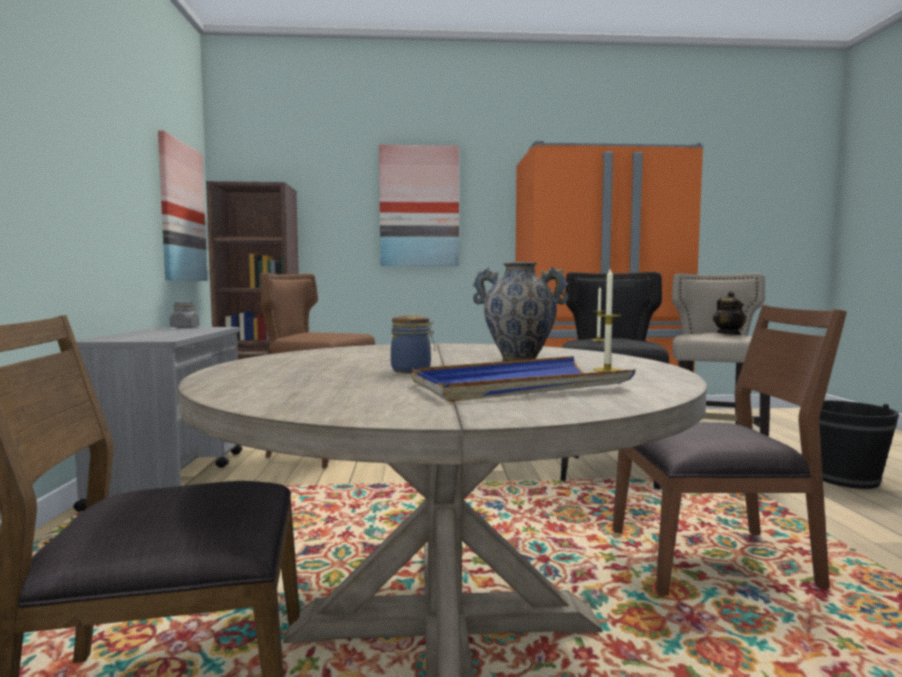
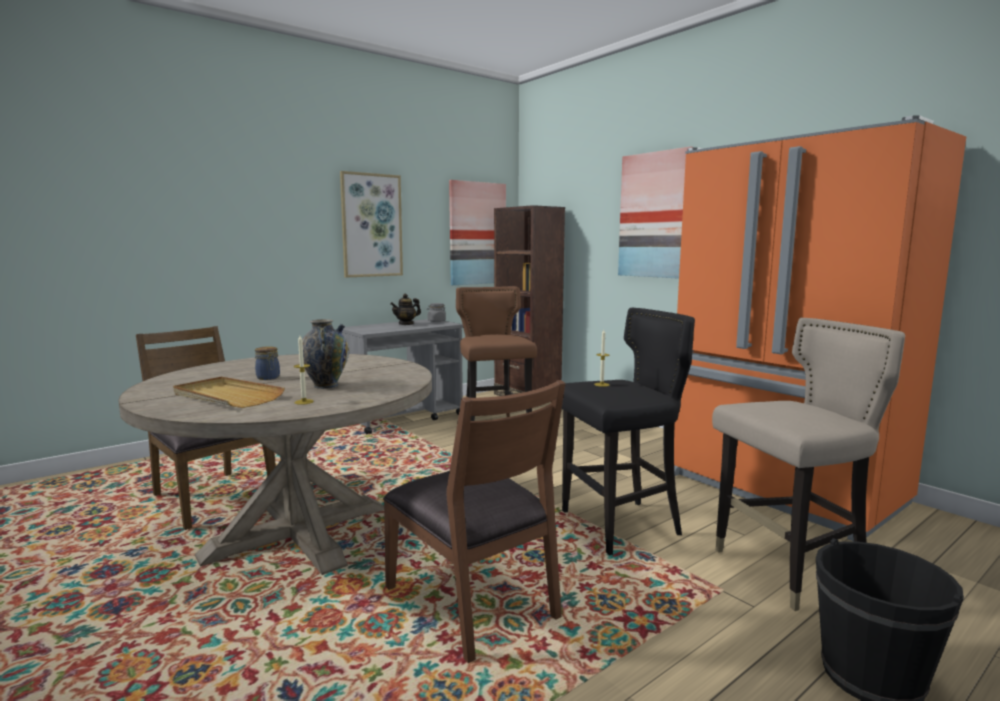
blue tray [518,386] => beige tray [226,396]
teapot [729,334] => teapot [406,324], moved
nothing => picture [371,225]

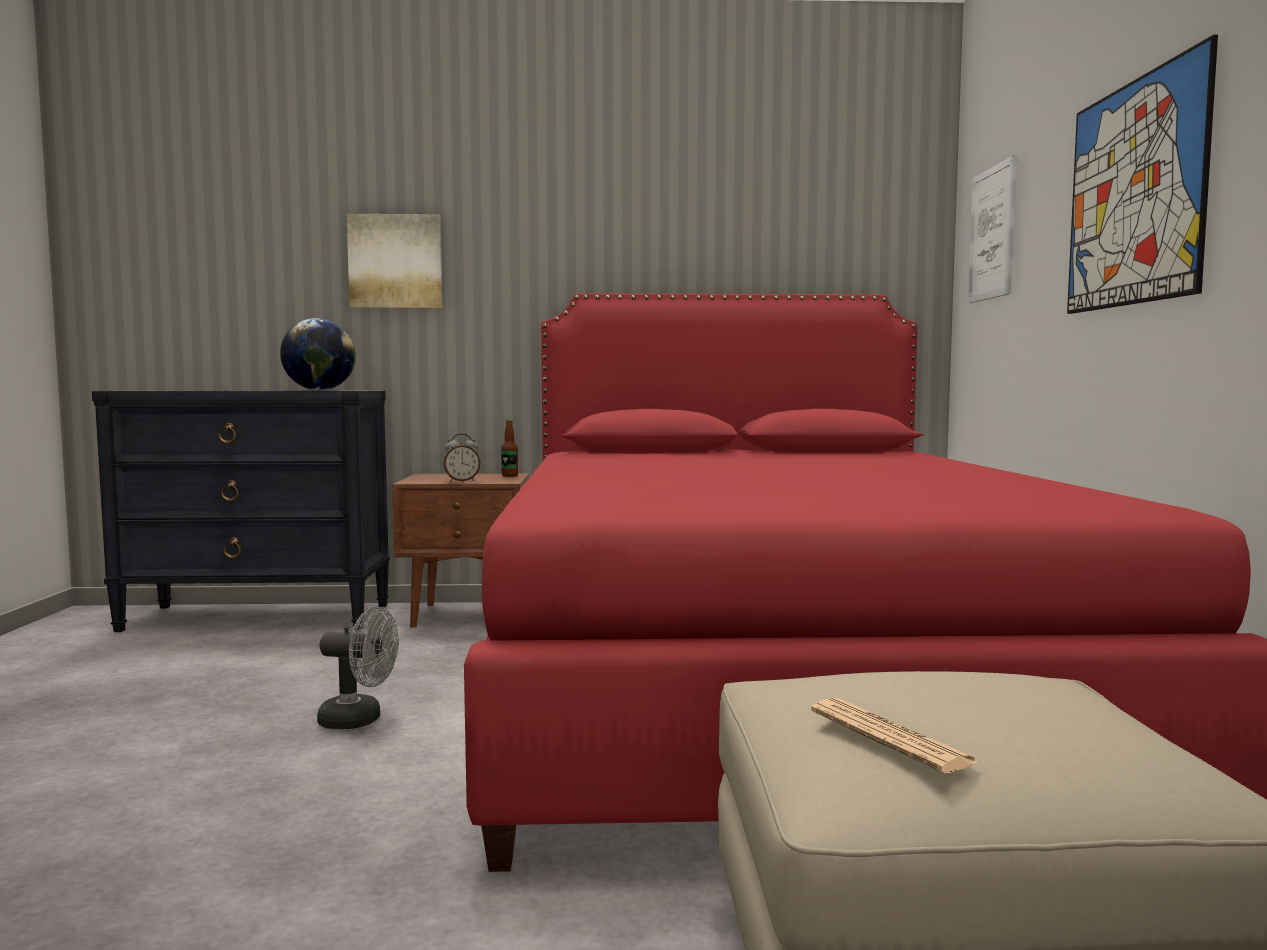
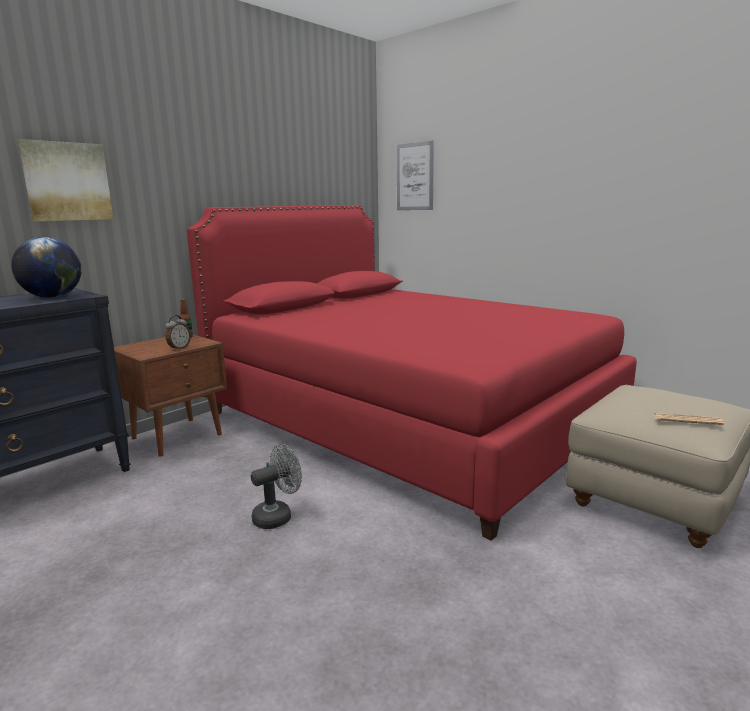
picture [1134,193] => nothing

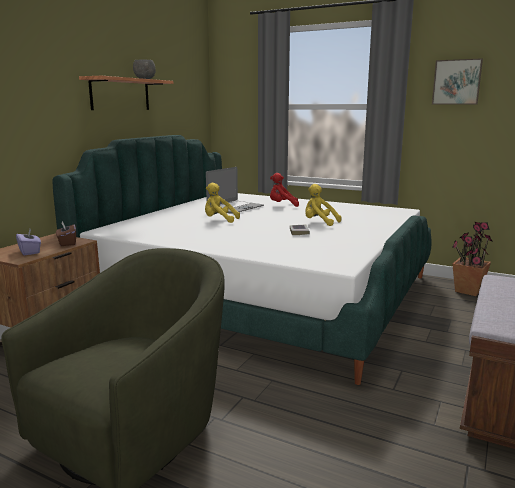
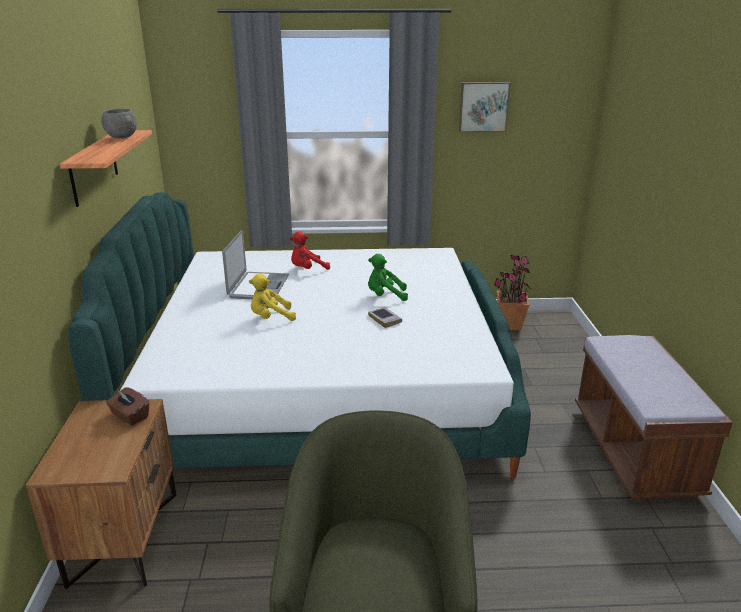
purple tissue box [30,251] => nothing
yellow plush toy [319,223] => green plush toy [385,296]

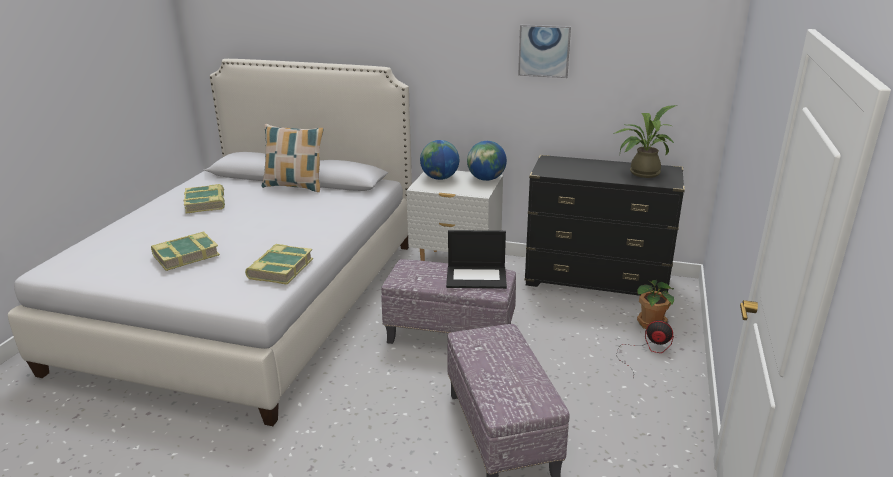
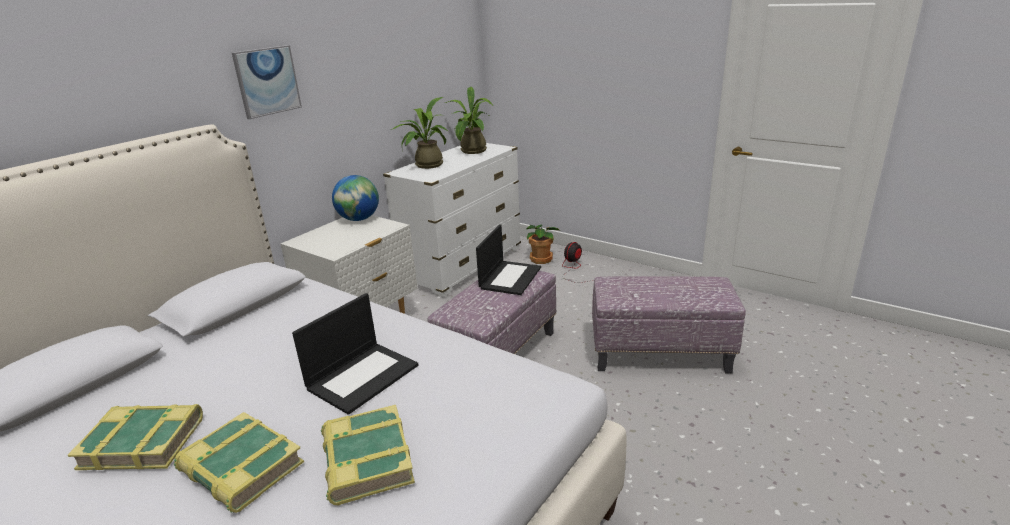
book [280,269] => book [240,469], moved
pillow [295,186] => nothing
globe [439,178] => nothing
picture [544,51] => picture [267,81], moved
black dresser [596,281] => white dresser [463,265]
nothing => laptop [363,376]
nothing => potted plant [425,165]

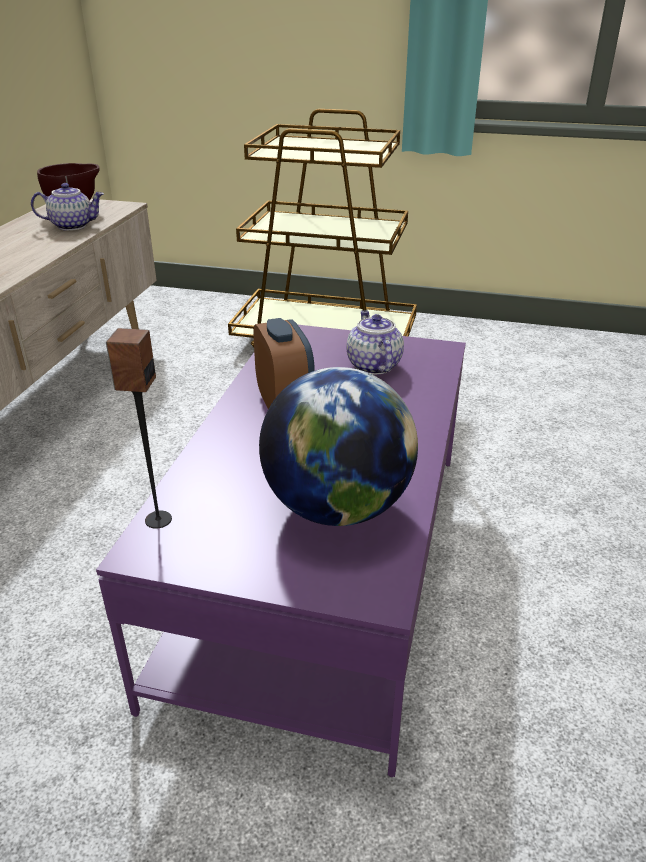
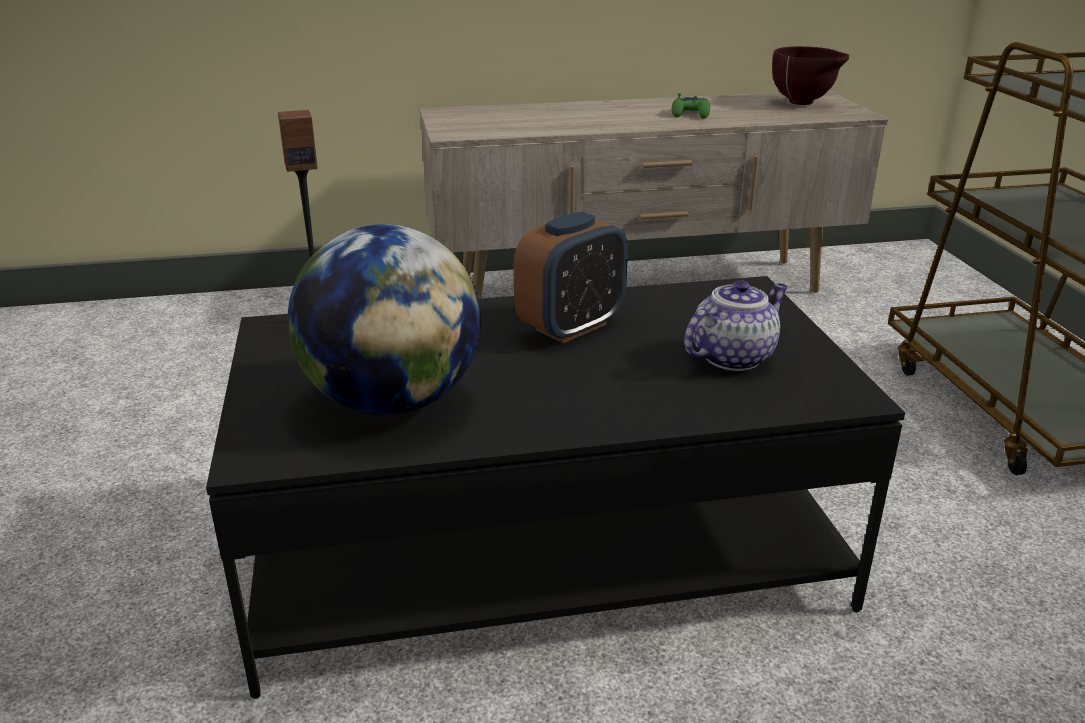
teapot [73,226] => nothing
purple coffee table [322,564] => black coffee table [543,549]
nothing => green game controller [690,114]

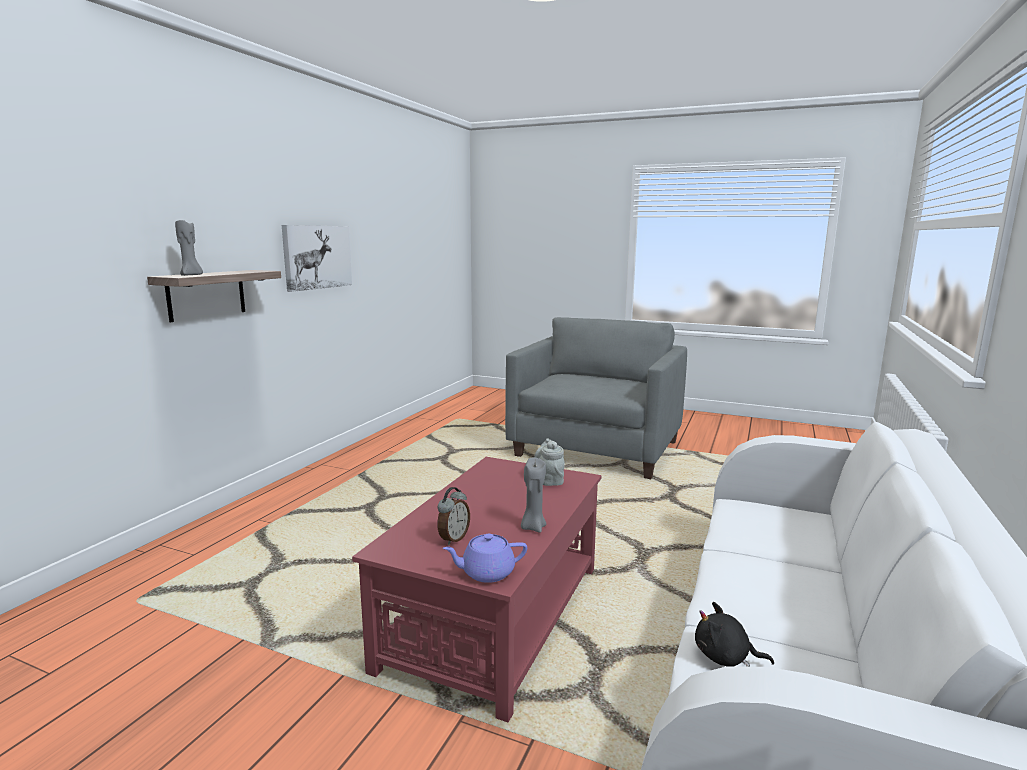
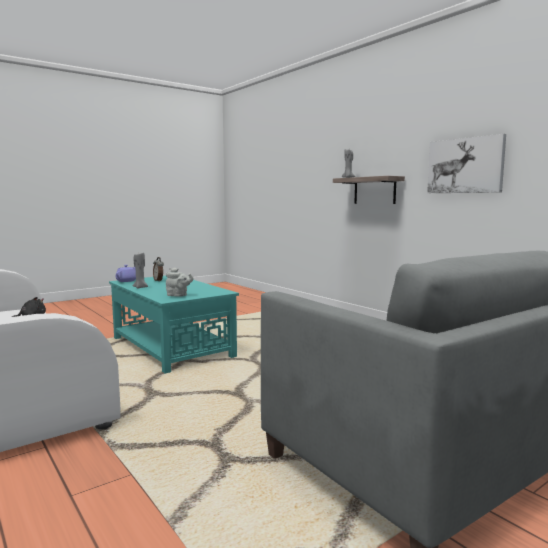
red coffee table [494,616] => turquoise coffee table [171,347]

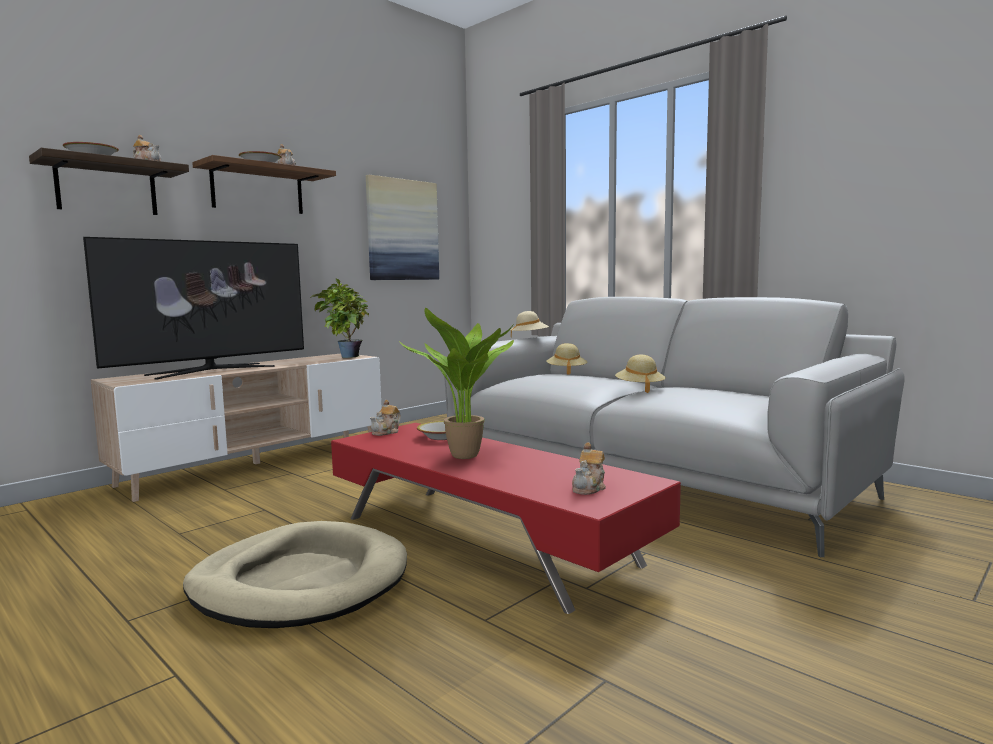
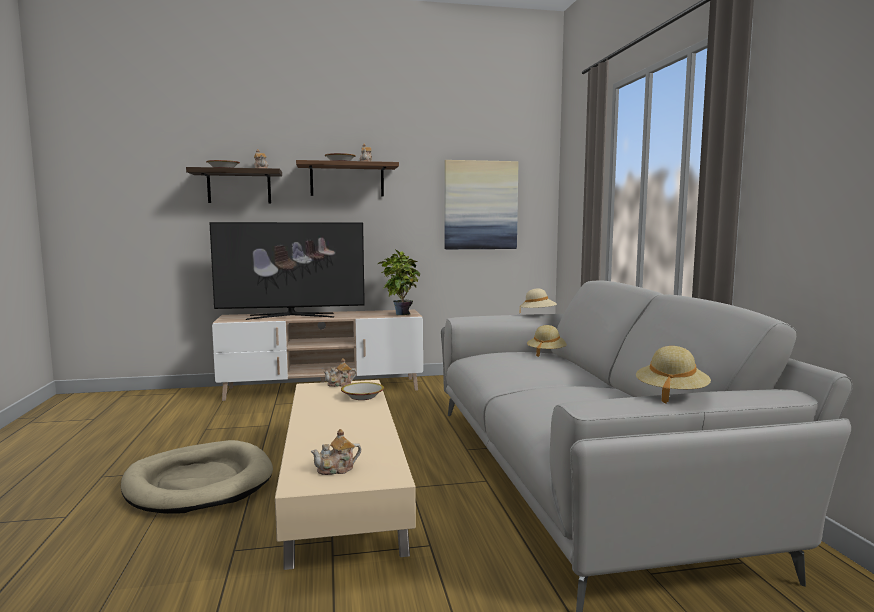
red coffee table [486,539] => beige coffee table [344,491]
potted plant [468,457] => nothing
beige hat [639,388] => beige hat [671,394], moved

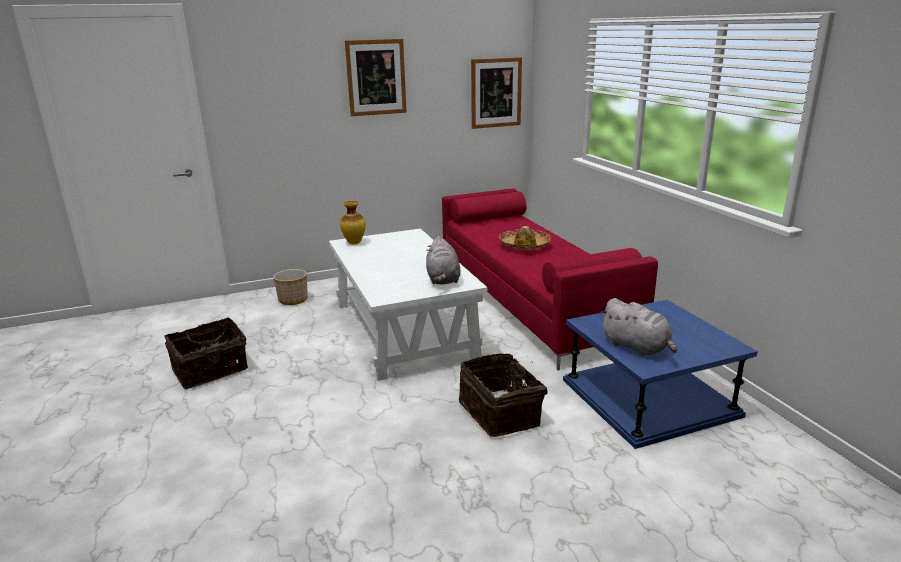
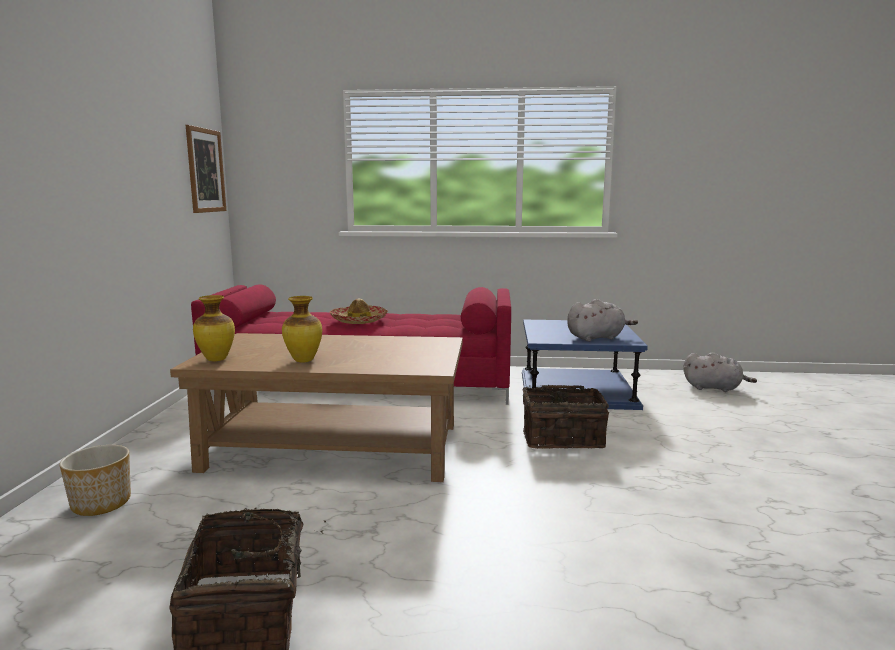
white coffee table [404,329] => brown coffee table [336,446]
picture [376,77] => nothing
grey plush toy [443,279] => grey plush toy [714,388], moved
nothing => vase [304,360]

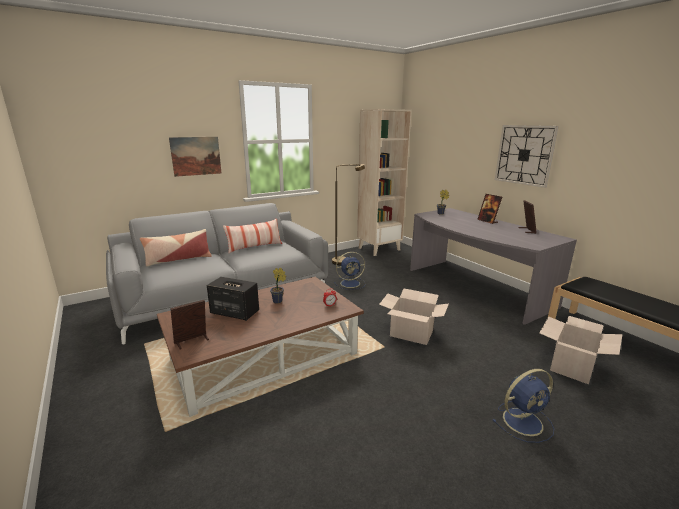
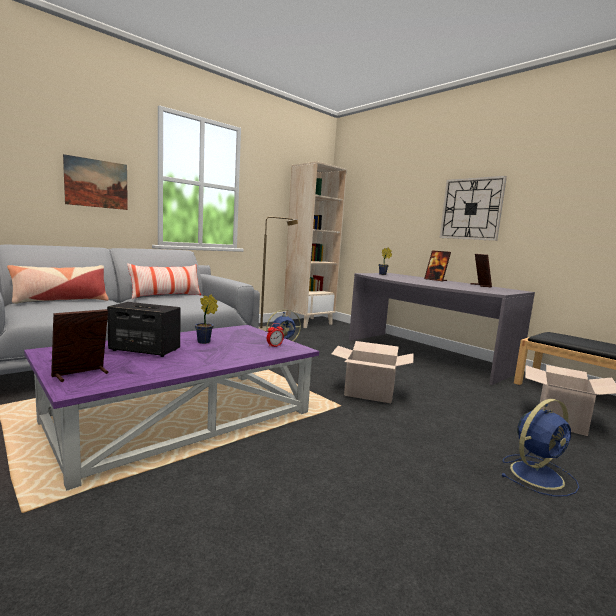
brown coffee table [265,355] => purple coffee table [183,416]

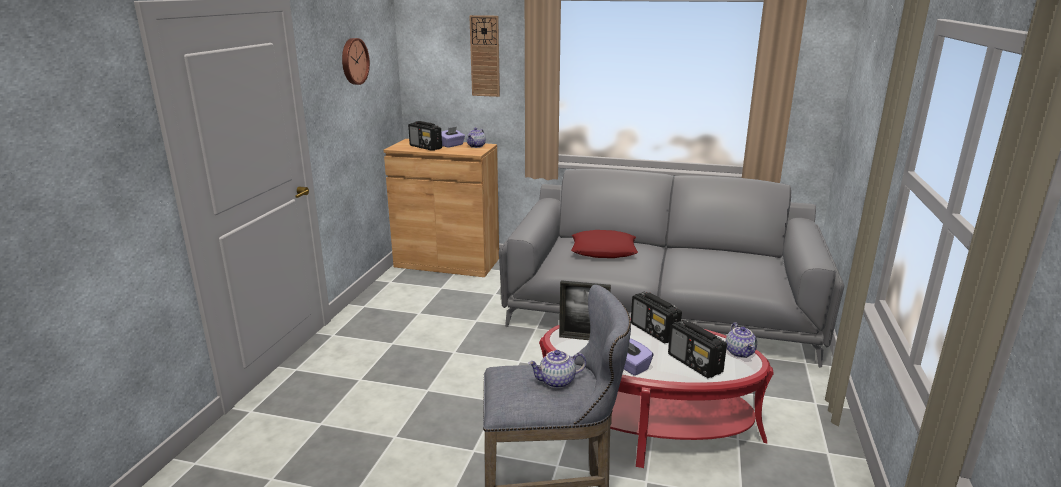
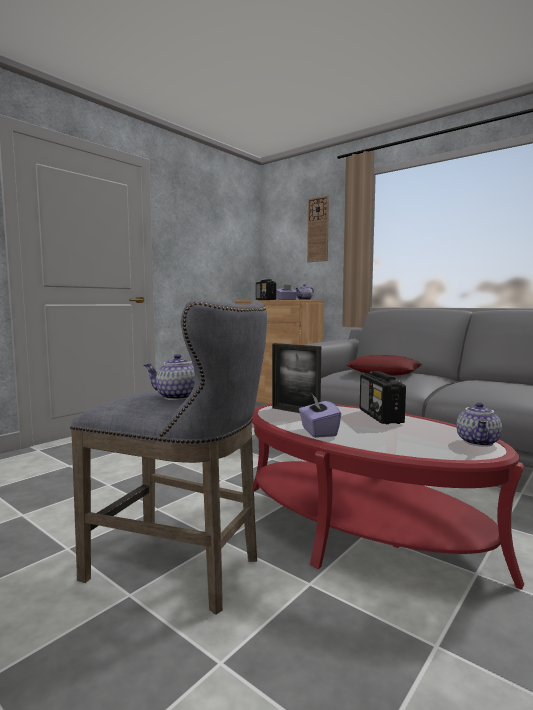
wall clock [353,61] => nothing
radio [695,364] => nothing

